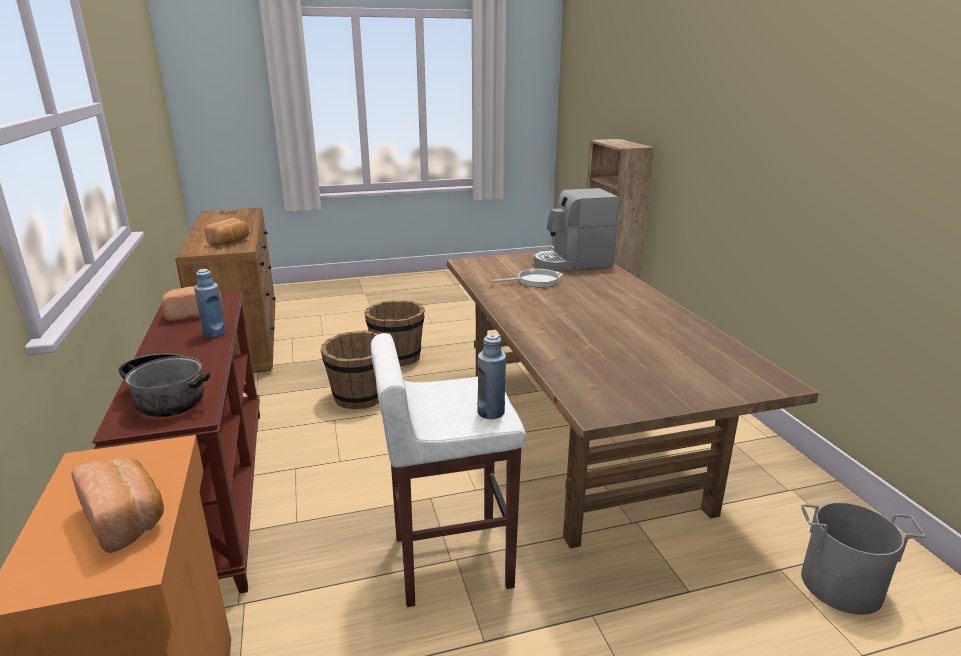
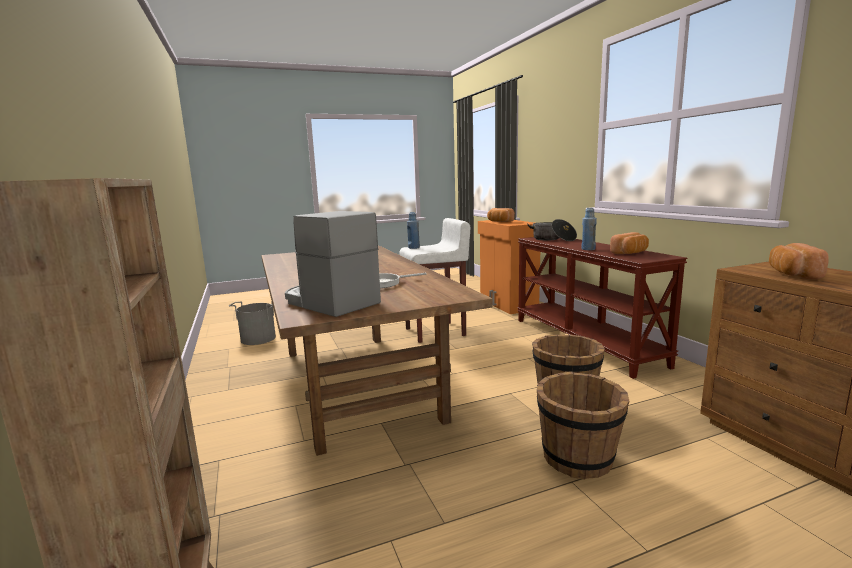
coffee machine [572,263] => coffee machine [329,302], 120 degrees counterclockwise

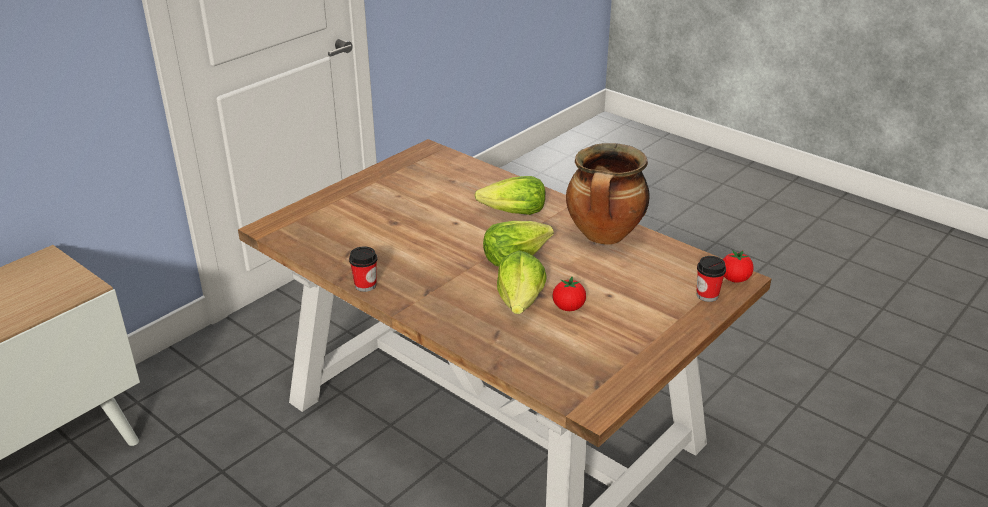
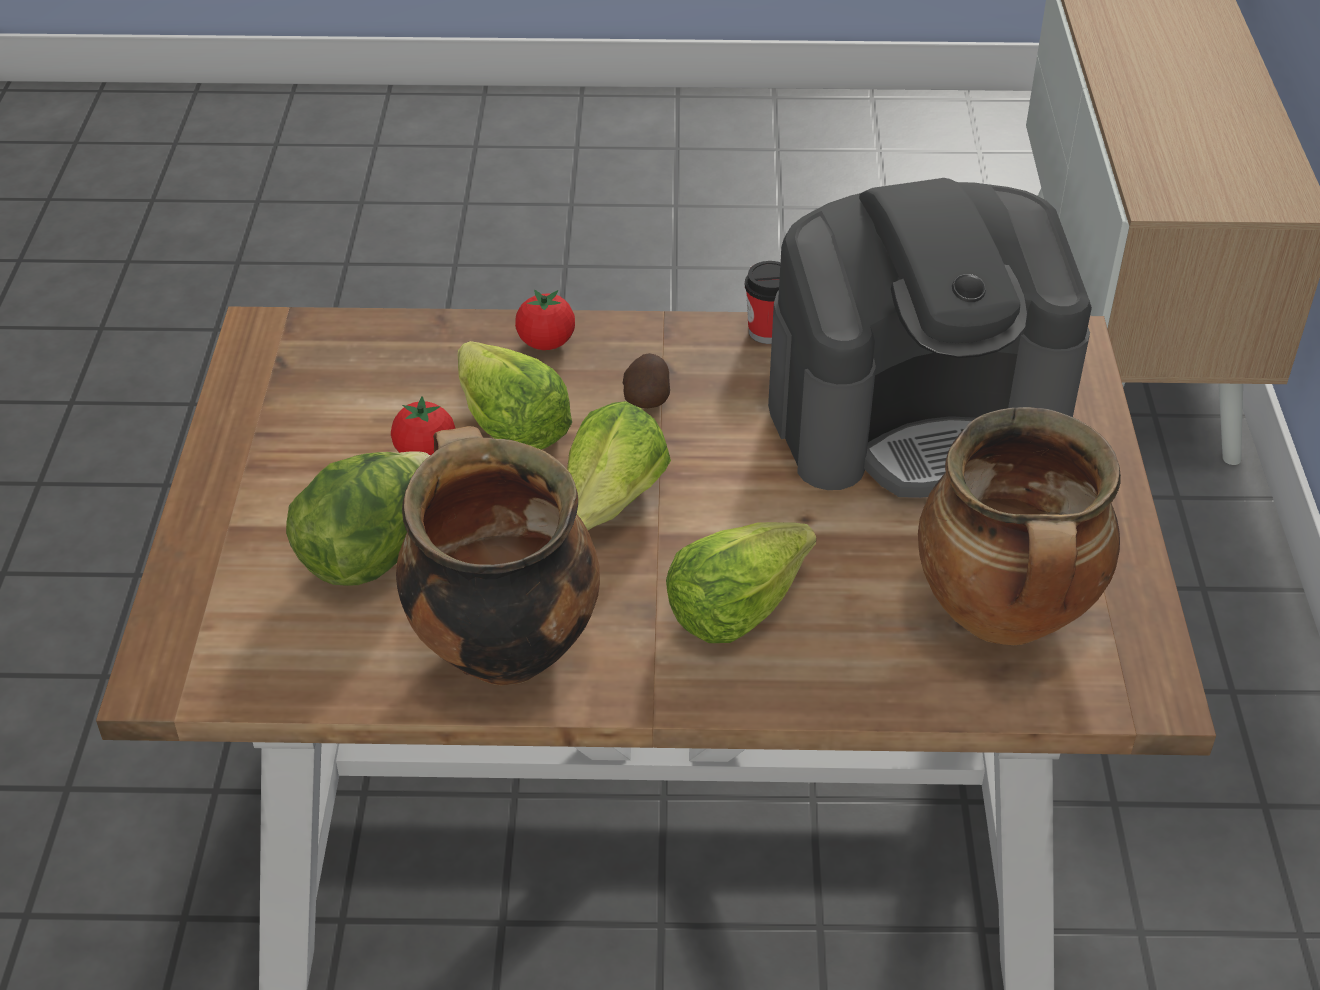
cup [707,295] => nothing
tomato [734,279] => tomato [546,343], moved
nothing => lettuce [371,552]
nothing => potato [647,398]
nothing => coffee machine [916,415]
nothing => cooking pot [1006,617]

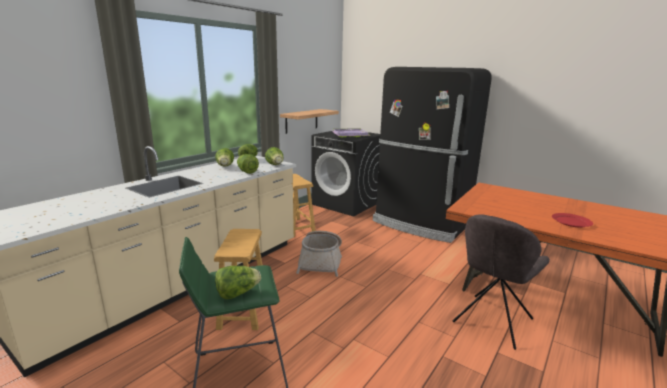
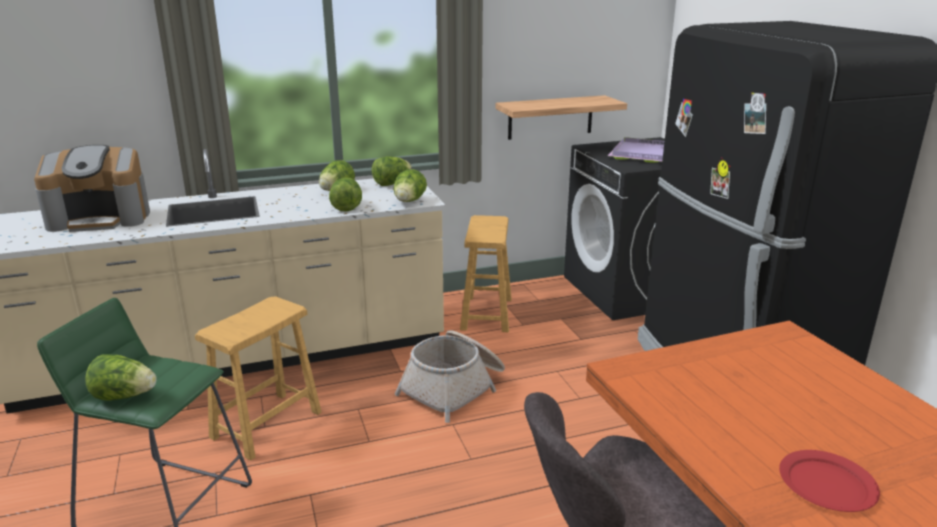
nothing => coffee machine [101,218]

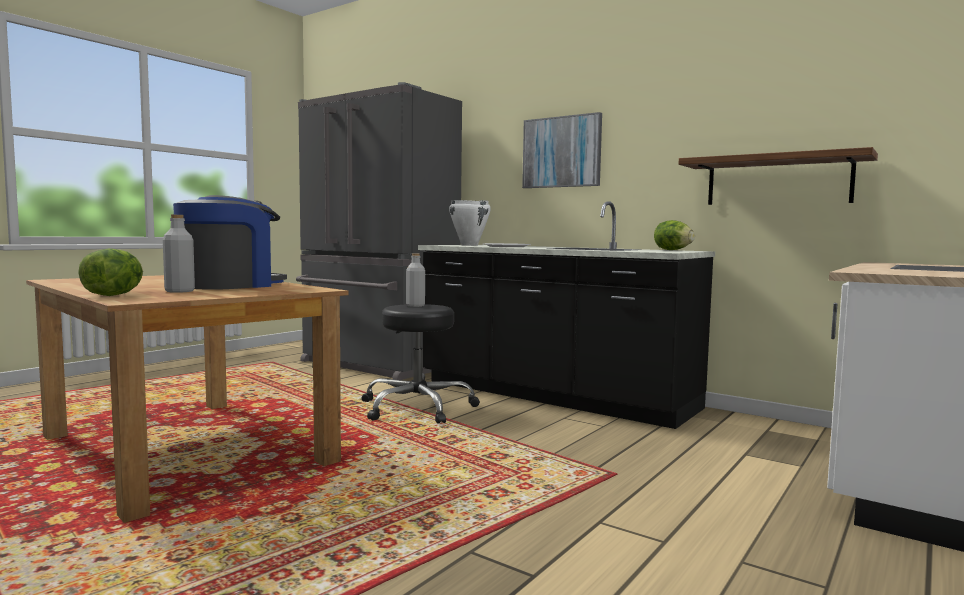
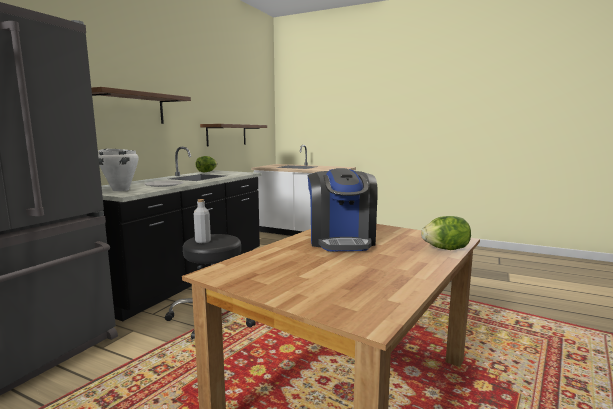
grey bottle [179,291] => nothing
coffee machine [230,285] => coffee machine [341,241], 120 degrees counterclockwise
picture [562,152] => shelf [129,108]

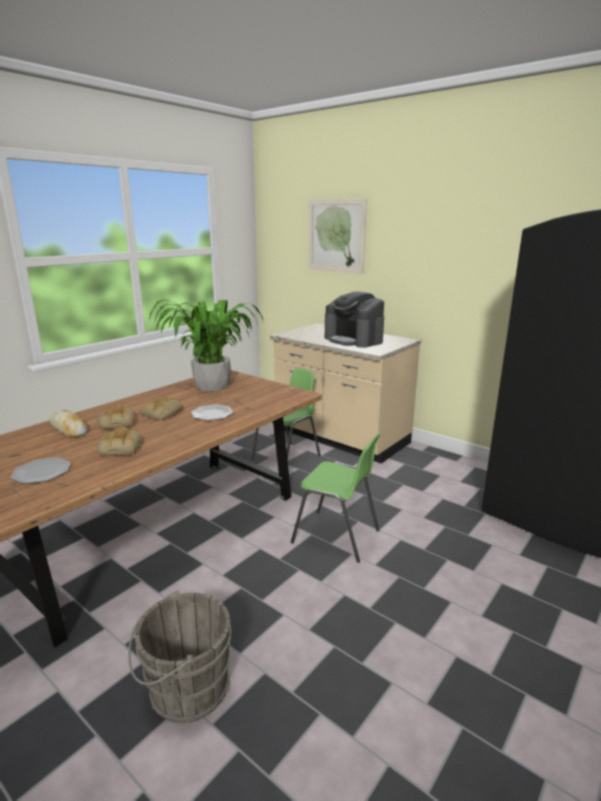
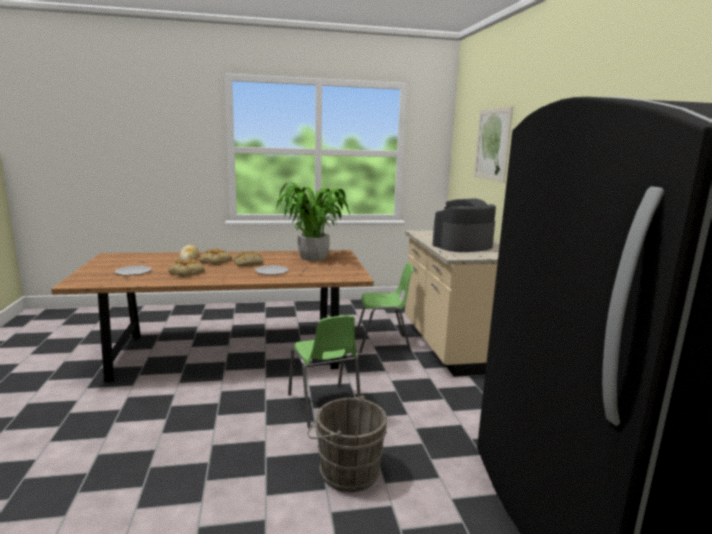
grey bucket [184,690] => grey bucket [345,471], moved
coffee machine [354,340] => coffee machine [462,246], 60 degrees clockwise

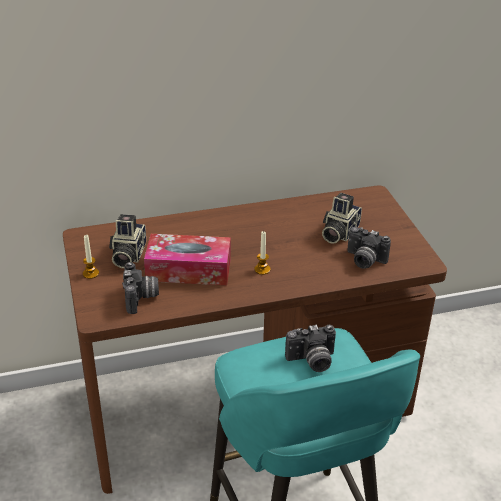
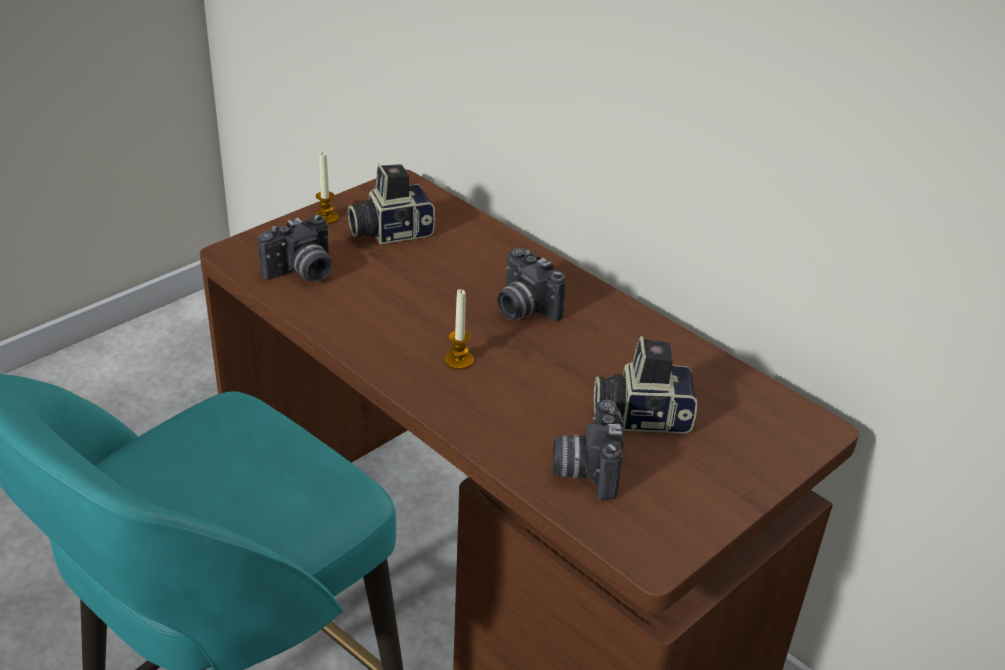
tissue box [188,270] => nothing
photo camera [312,361] => photo camera [523,308], moved

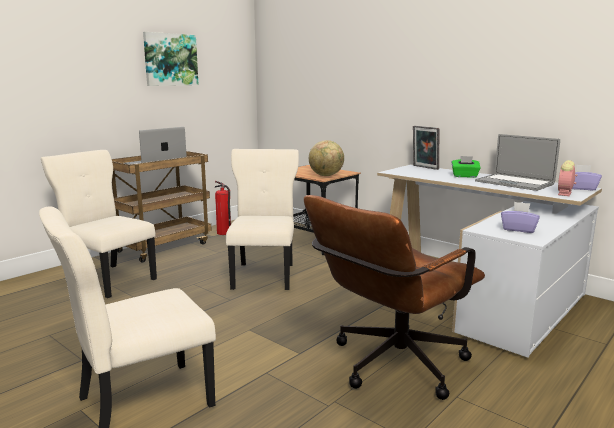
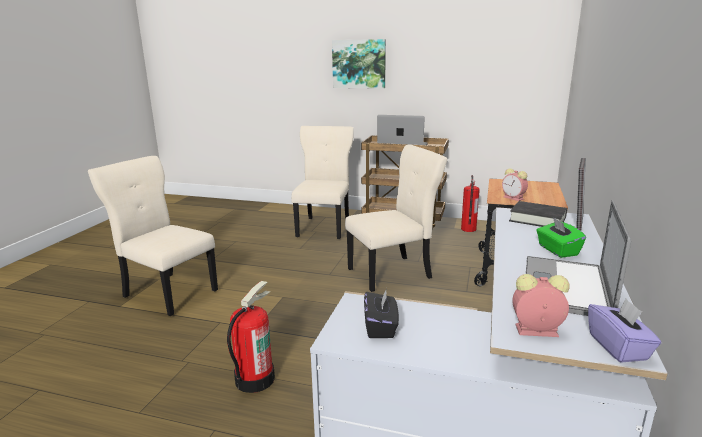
picture [170,59] => picture [359,64], moved
brown office chair [390,366] => fire extinguisher [254,379]
globe [326,175] => alarm clock [514,198]
purple tissue box [518,229] => black tissue box [380,327]
nothing => black book [537,219]

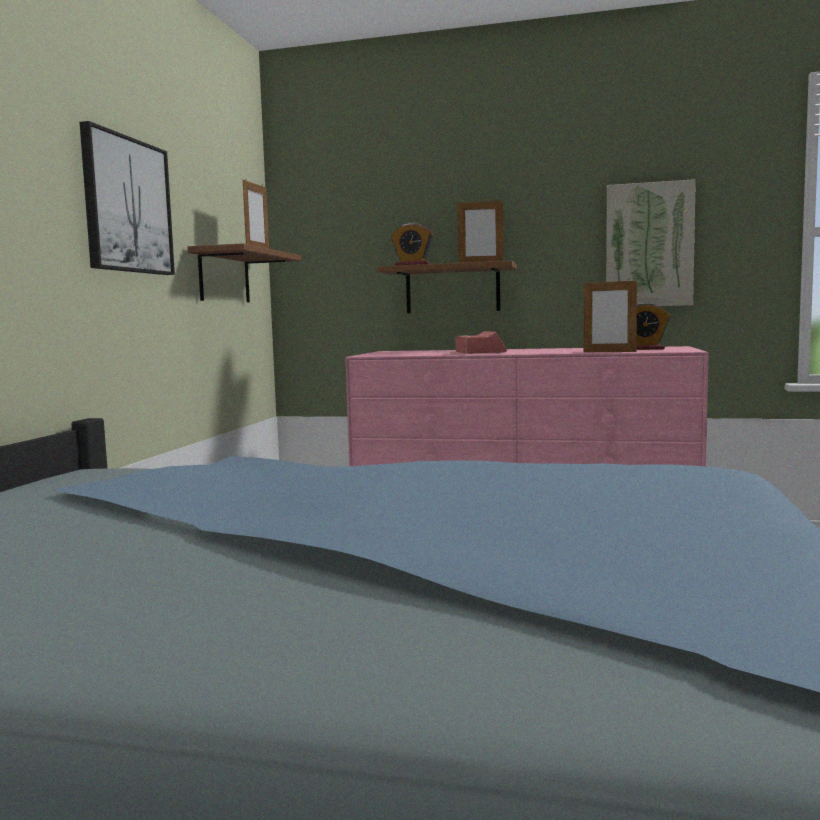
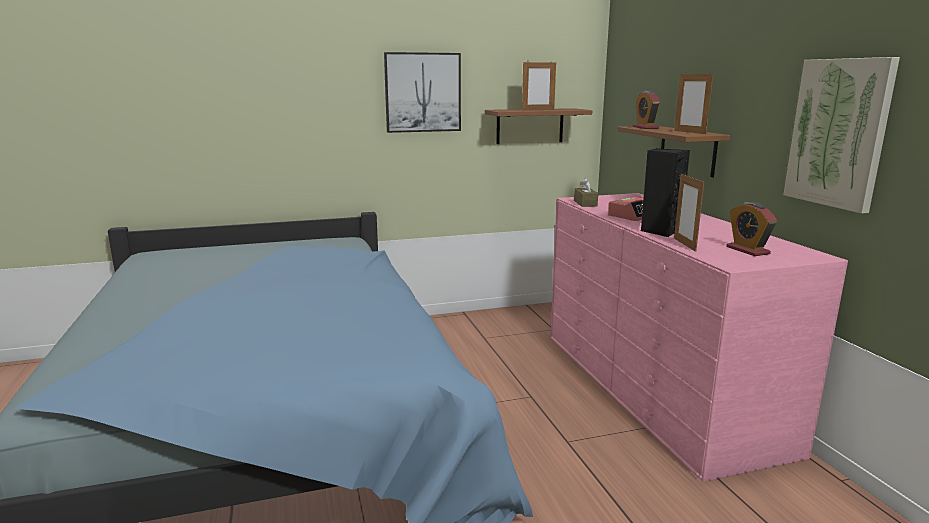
nothing => brown tissue box [585,203]
nothing => black speaker [660,231]

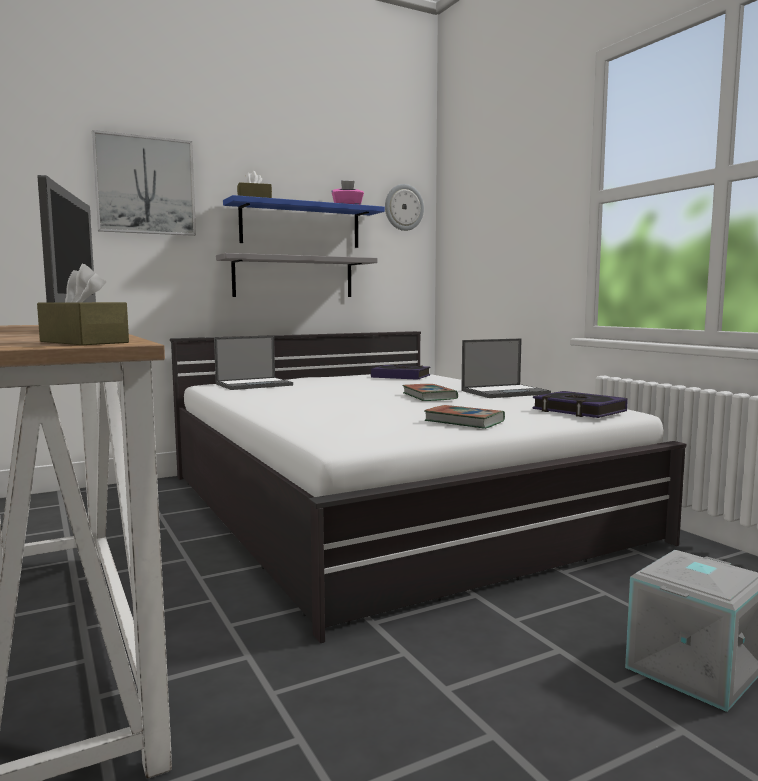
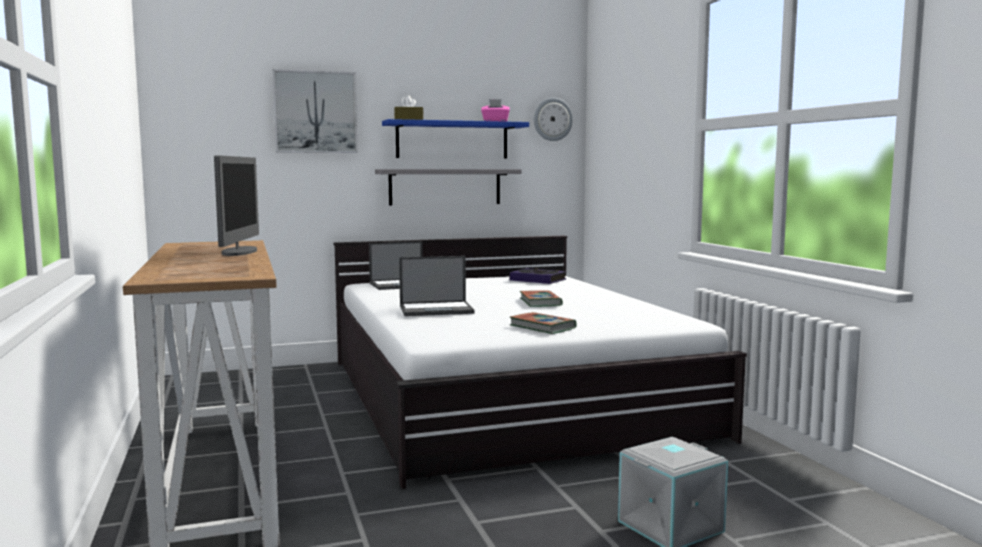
brown tissue box [83,342] => nothing
laptop [505,392] => laptop [437,309], moved
book [578,411] => nothing

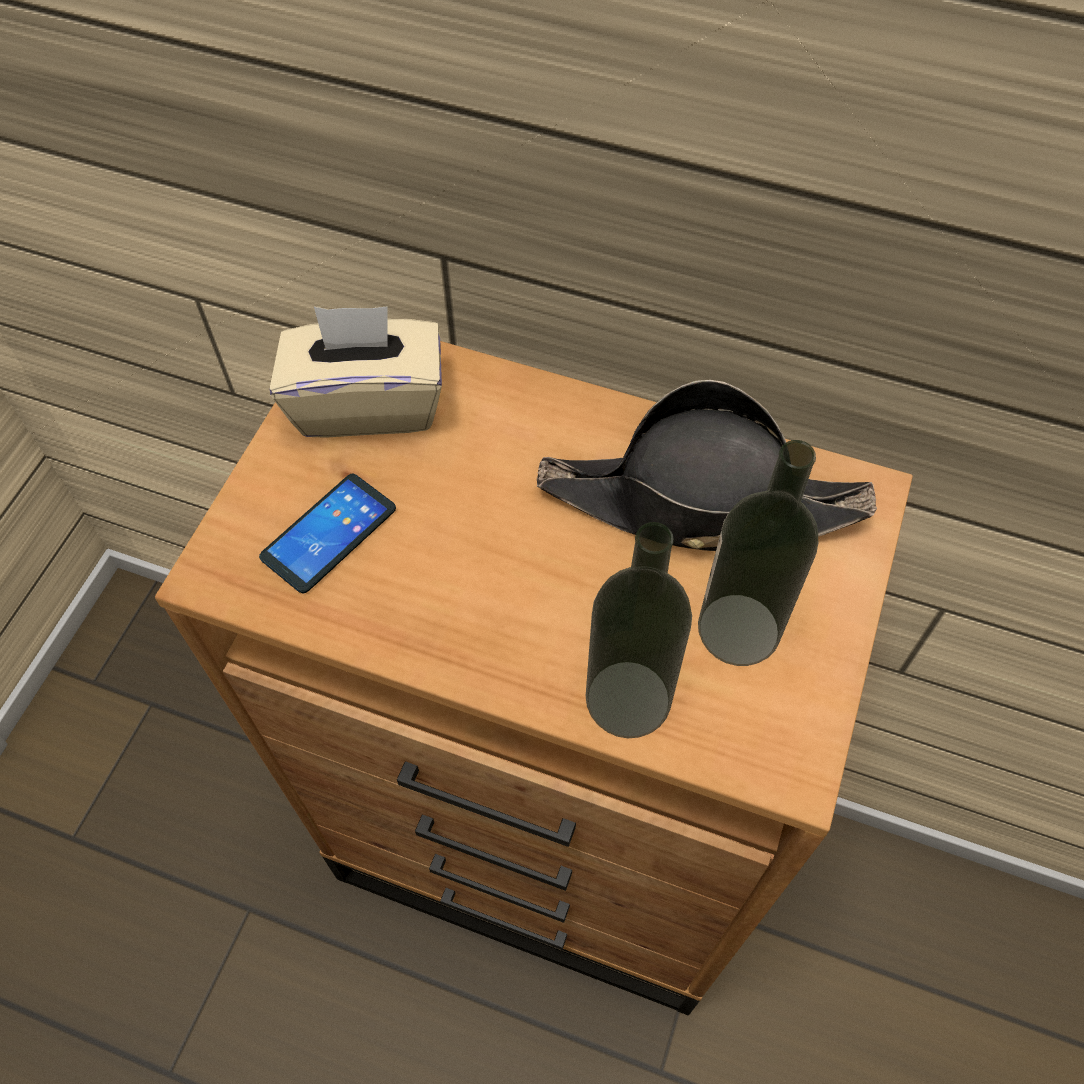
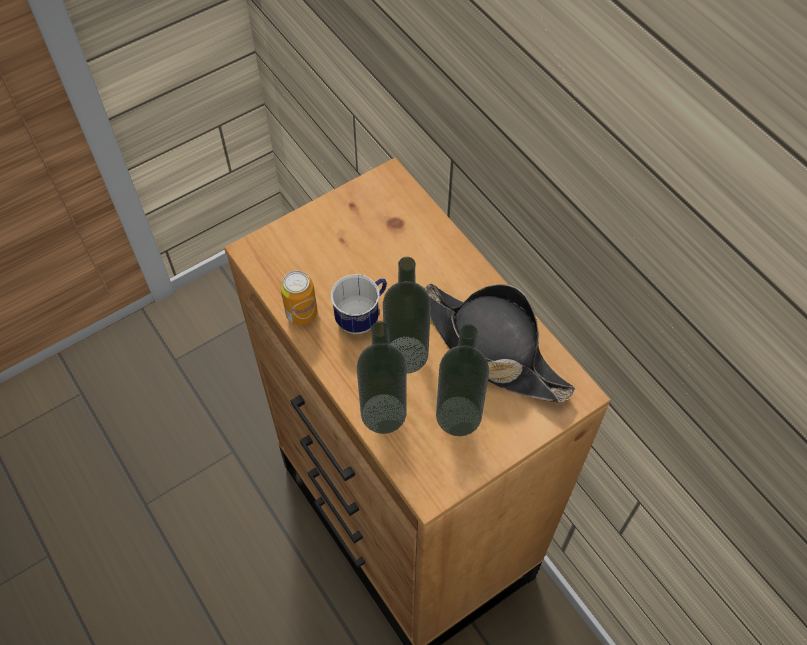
phone [329,533] => nothing
beige tissue box [368,404] => nothing
nothing => can [301,313]
nothing => mug [362,316]
nothing => bottle [406,354]

